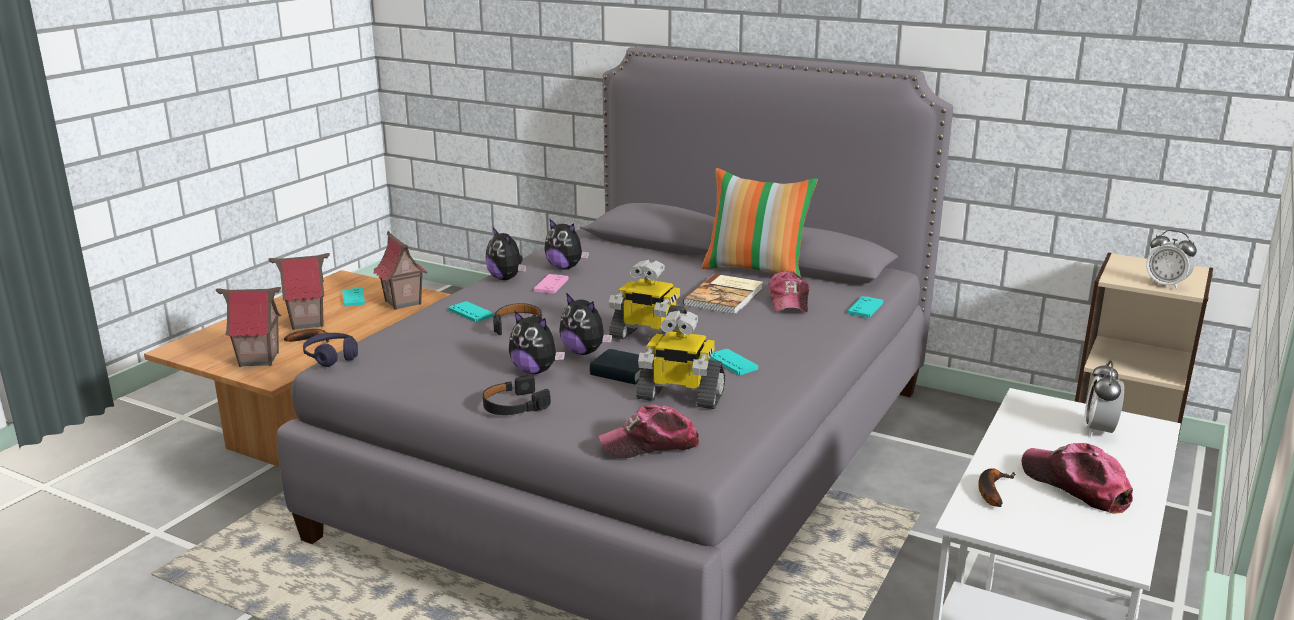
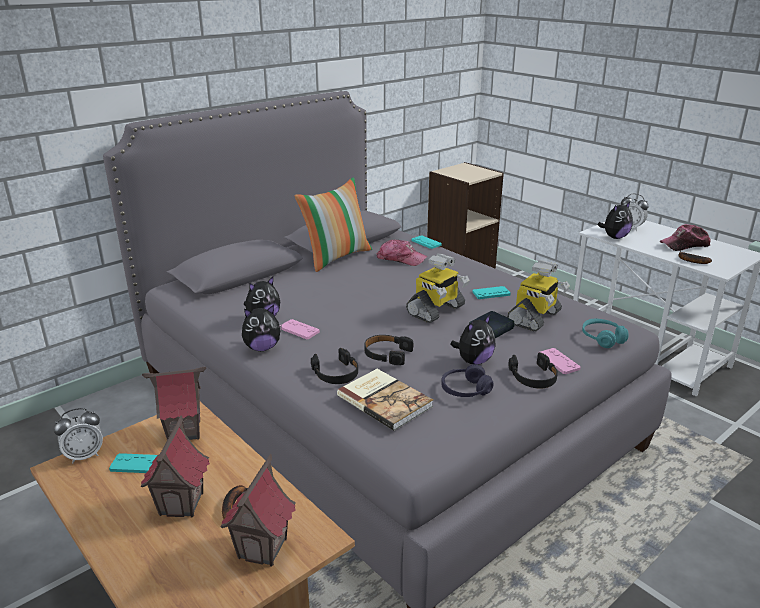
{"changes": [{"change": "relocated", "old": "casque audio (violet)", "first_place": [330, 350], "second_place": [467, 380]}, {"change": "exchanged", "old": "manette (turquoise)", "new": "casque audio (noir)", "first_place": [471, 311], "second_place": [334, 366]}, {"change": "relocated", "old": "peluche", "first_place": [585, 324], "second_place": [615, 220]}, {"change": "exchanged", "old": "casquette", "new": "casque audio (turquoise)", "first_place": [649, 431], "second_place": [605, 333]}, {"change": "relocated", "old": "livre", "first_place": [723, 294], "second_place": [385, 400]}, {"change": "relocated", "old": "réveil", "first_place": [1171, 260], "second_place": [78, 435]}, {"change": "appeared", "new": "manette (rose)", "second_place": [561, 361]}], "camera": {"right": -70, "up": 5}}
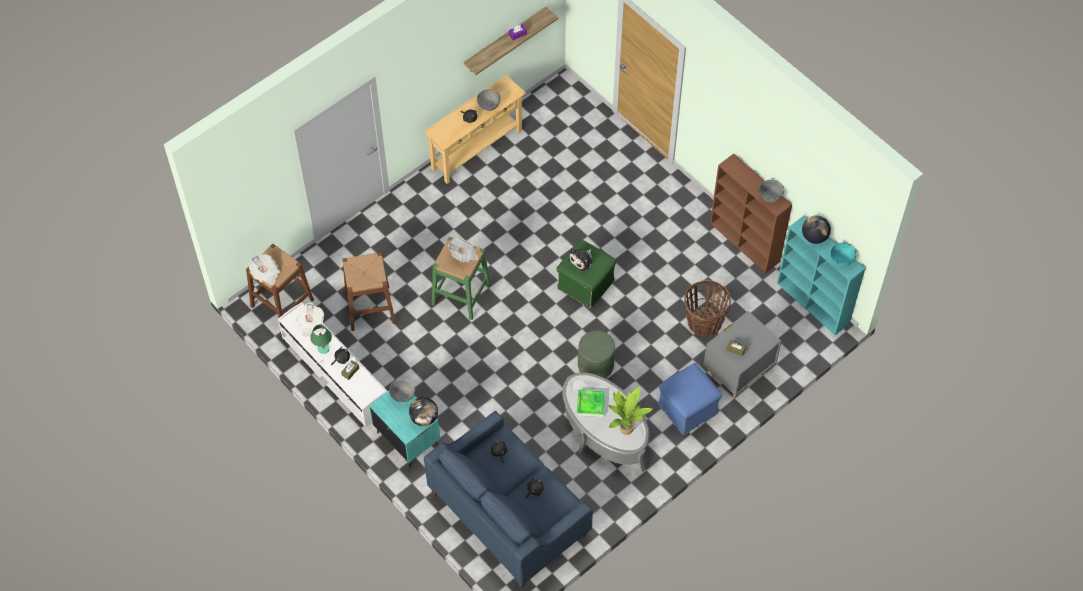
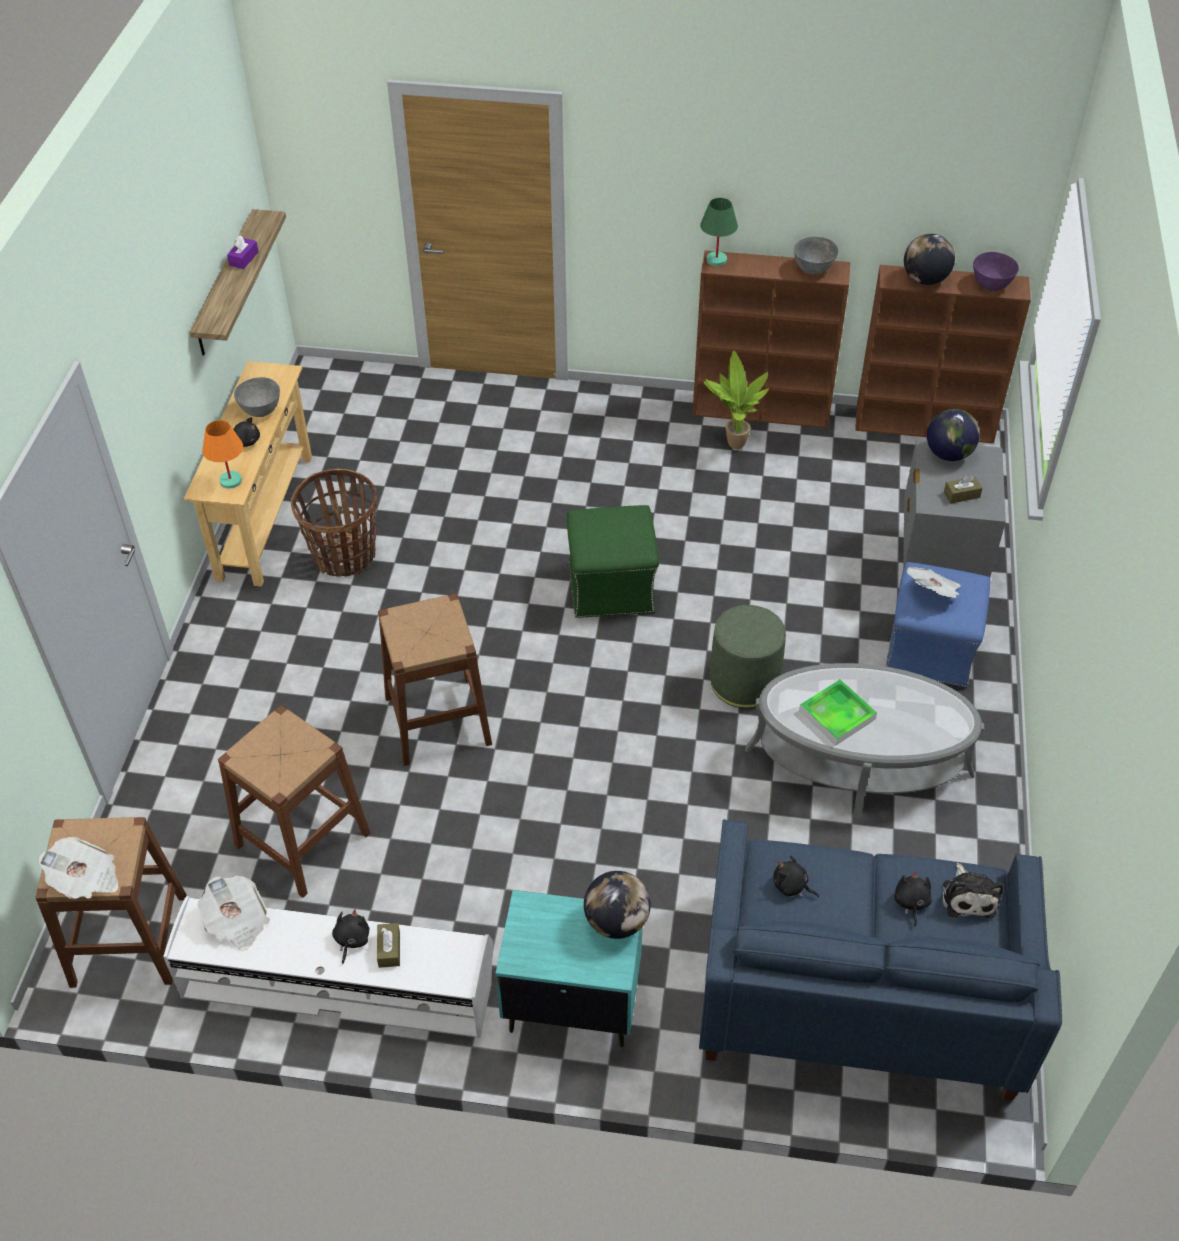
{"changes": [{"change": "relocated", "old": "lampe de table (vert)", "first_place": [321, 339], "second_place": [719, 232]}, {"change": "missing", "old": "bol (gris)", "first_place": [402, 391]}, {"change": "colour", "old": "tabouret (vert)", "new": "tabouret (marron)", "first_place": [461, 278], "second_place": [435, 680]}, {"change": "relocated", "old": "journal", "first_place": [463, 250], "second_place": [934, 582]}, {"change": "relocated", "old": "peluche", "first_place": [580, 259], "second_place": [973, 890]}, {"change": "relocated", "old": "plante en pot", "first_place": [630, 411], "second_place": [736, 400]}, {"change": "relocated", "old": "panier", "first_place": [708, 308], "second_place": [334, 522]}, {"change": "colour", "old": "bibliothèque (turquoise)", "new": "bibliothèque (marron)", "first_place": [821, 275], "second_place": [943, 354]}, {"change": "colour", "old": "bol (turquoise)", "new": "bol (violet)", "first_place": [843, 254], "second_place": [996, 271]}, {"change": "appeared", "new": "lampe de table (orange)", "second_place": [222, 454]}, {"change": "appeared", "new": "globe", "second_place": [953, 435]}], "camera": {"right": -40, "up": -10}}
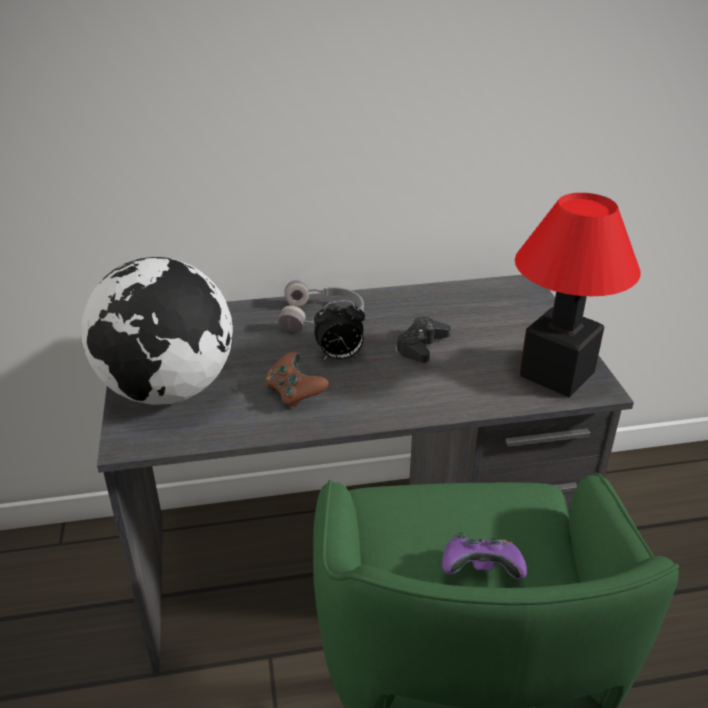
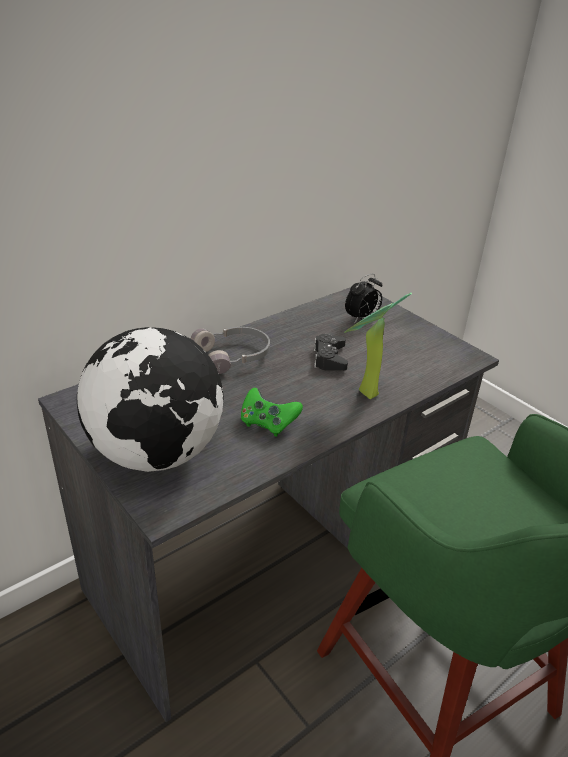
{"changes": [{"change": "colour", "old": "manette (marron)", "new": "manette (vert)", "first_place": [297, 380], "second_place": [272, 412]}, {"change": "relocated", "old": "réveil", "first_place": [339, 330], "second_place": [363, 298]}, {"change": "missing", "old": "manette (violet)", "first_place": [484, 555]}, {"change": "missing", "old": "lampe de table", "first_place": [577, 295]}, {"change": "appeared", "new": "plante en pot", "second_place": [378, 346]}], "camera": {"right": -30, "up": 0}}
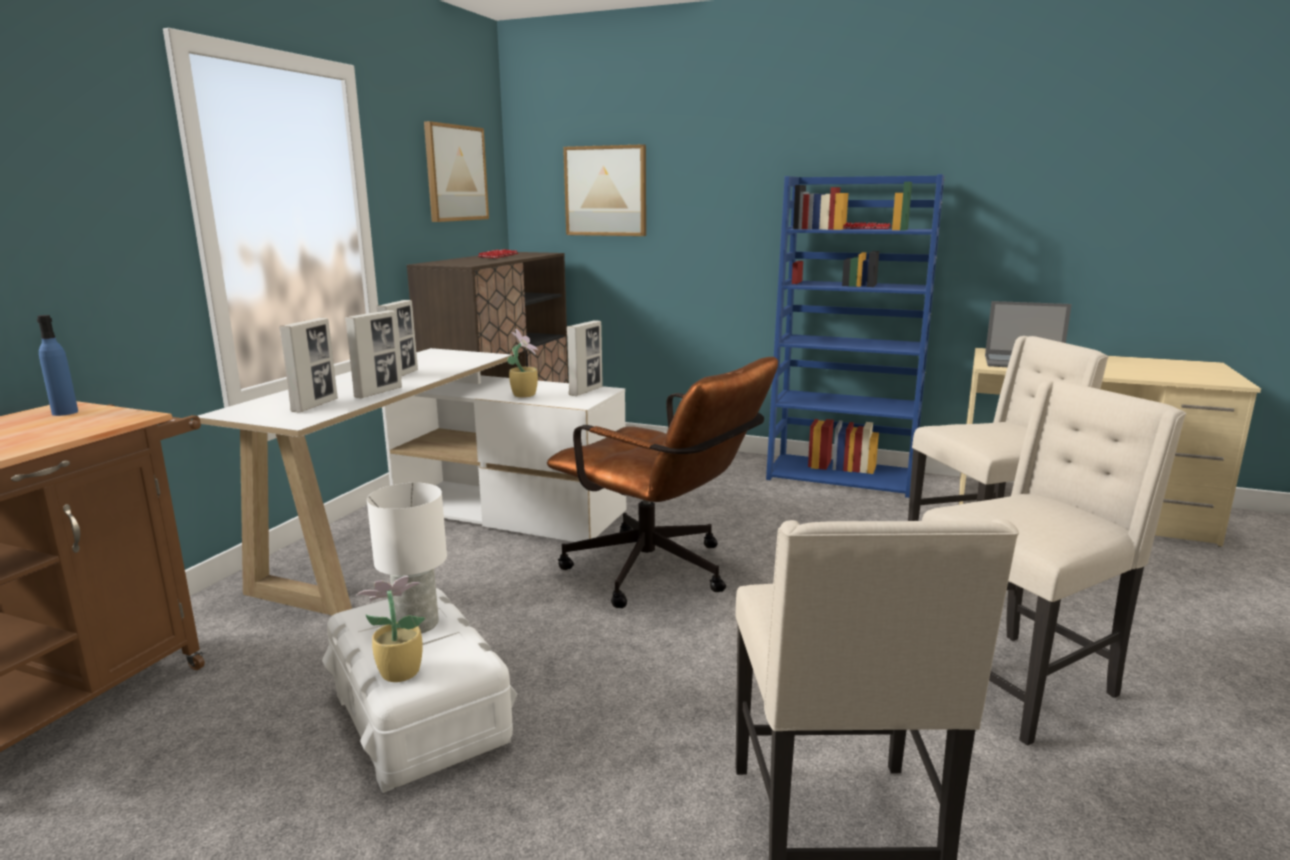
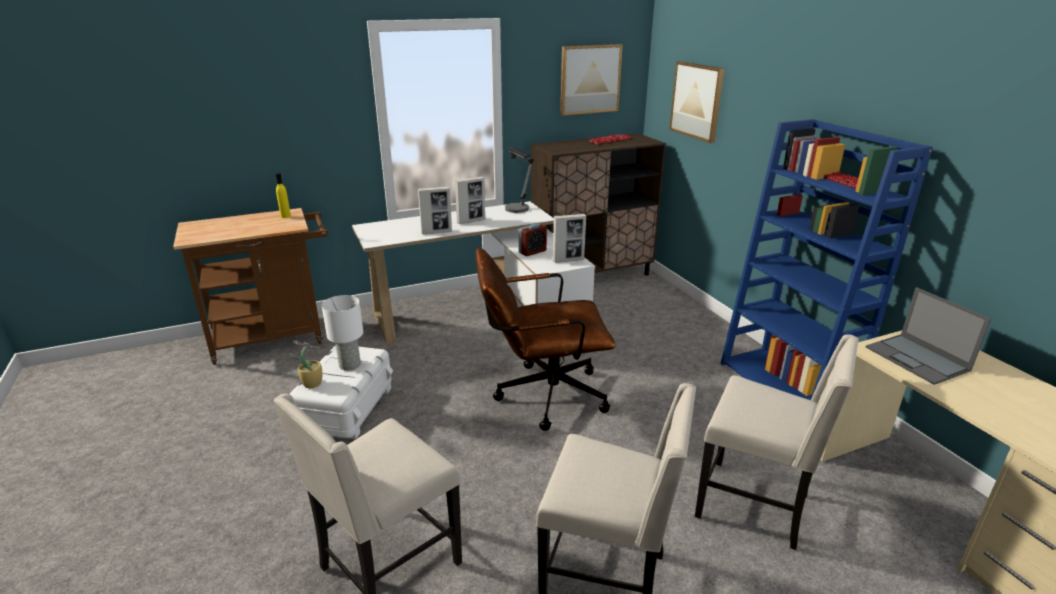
{"changes": [{"change": "colour", "old": "bouteille (bleu)", "new": "bouteille (jaune)", "first_place": [57, 365], "second_place": [283, 195]}, {"change": "missing", "old": "cadre photo", "first_place": [308, 365]}, {"change": "exchanged", "old": "plante en pot", "new": "réveil", "first_place": [522, 363], "second_place": [533, 239]}, {"change": "spun", "old": "chaise de bureau (marron)", "first_place": [662, 482], "second_place": [545, 339], "degrees": 90}, {"change": "appeared", "new": "lampe de table", "second_place": [519, 180]}], "camera": {"right": 45, "up": 10}}
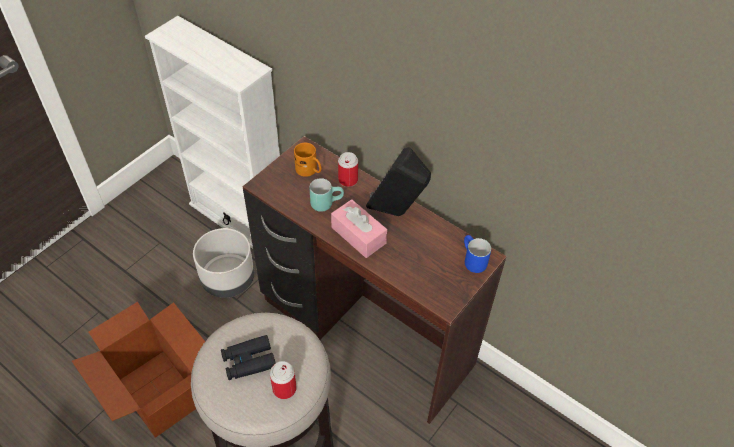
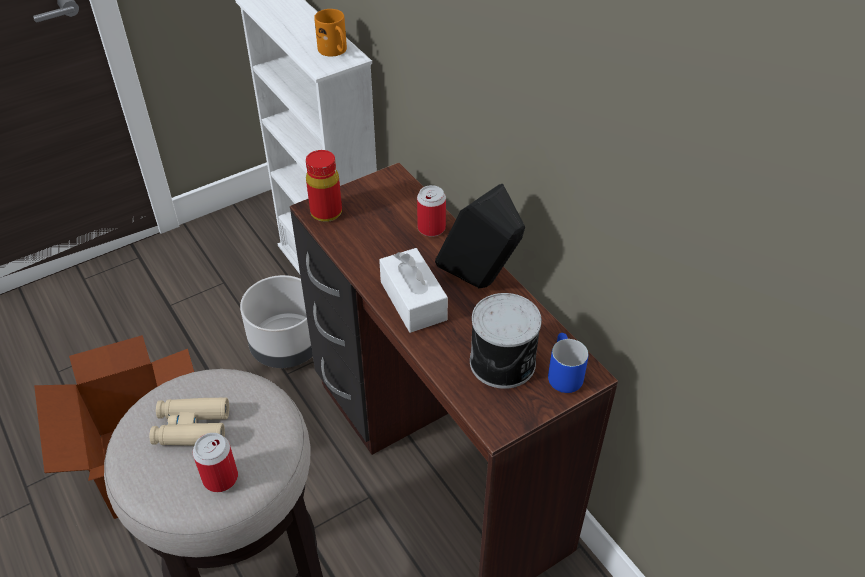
{"changes": [{"change": "colour", "old": "jumelles (noir)", "new": "jumelles (beige)", "first_place": [248, 357], "second_place": [189, 421]}, {"change": "relocated", "old": "mug (orange)", "first_place": [308, 160], "second_place": [330, 33]}, {"change": "missing", "old": "mug (turquoise)", "first_place": [327, 195]}, {"change": "colour", "old": "boîte à mouchoirs (rose)", "new": "boîte à mouchoirs (blanc)", "first_place": [359, 228], "second_place": [413, 290]}, {"change": "appeared", "new": "bouteille (rouge)", "second_place": [324, 186]}, {"change": "appeared", "new": "boîte métallique", "second_place": [506, 341]}], "camera": {"right": 20, "up": -5}}
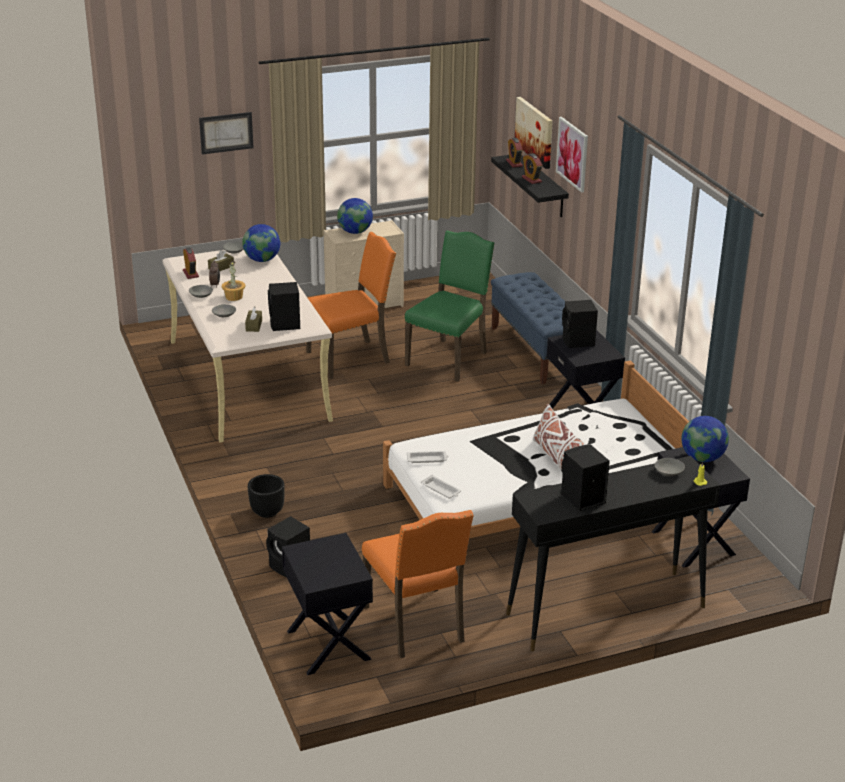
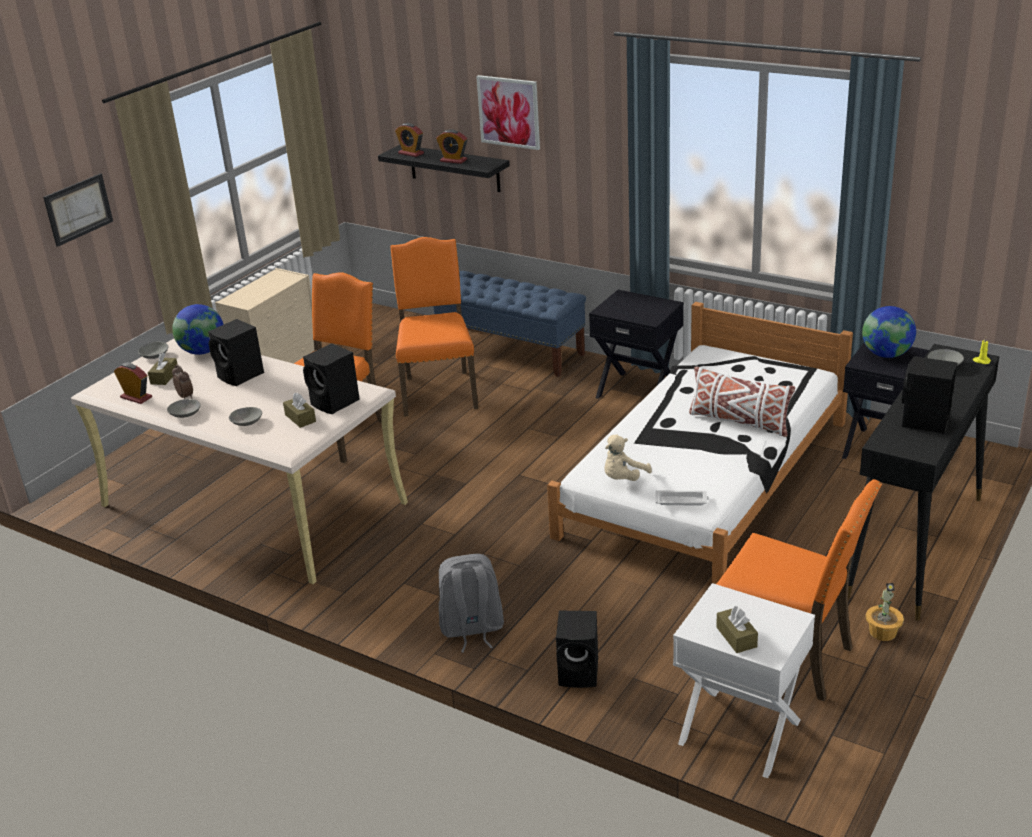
{"changes": [{"change": "relocated", "old": "plante en pot", "first_place": [233, 281], "second_place": [885, 612]}, {"change": "exchanged", "old": "cache-pot (noir)", "new": "sac à dos (gris)", "first_place": [266, 496], "second_place": [471, 603]}, {"change": "colour", "old": "table de chevet (noir)", "new": "table de chevet (blanc)", "first_place": [327, 604], "second_place": [744, 680]}, {"change": "missing", "old": "globe", "first_place": [355, 216]}, {"change": "colour", "old": "chaise (vert)", "new": "chaise (orange)", "first_place": [449, 306], "second_place": [434, 327]}, {"change": "exchanged", "old": "plateau (blanc)", "new": "peluche (beige)", "first_place": [427, 457], "second_place": [628, 457]}, {"change": "missing", "old": "tableau", "first_place": [534, 133]}, {"change": "relocated", "old": "enceinte (noir)", "first_place": [580, 324], "second_place": [236, 352]}, {"change": "appeared", "new": "boîte à mouchoirs (marron)", "second_place": [737, 629]}], "camera": {"right": -35, "up": 0}}
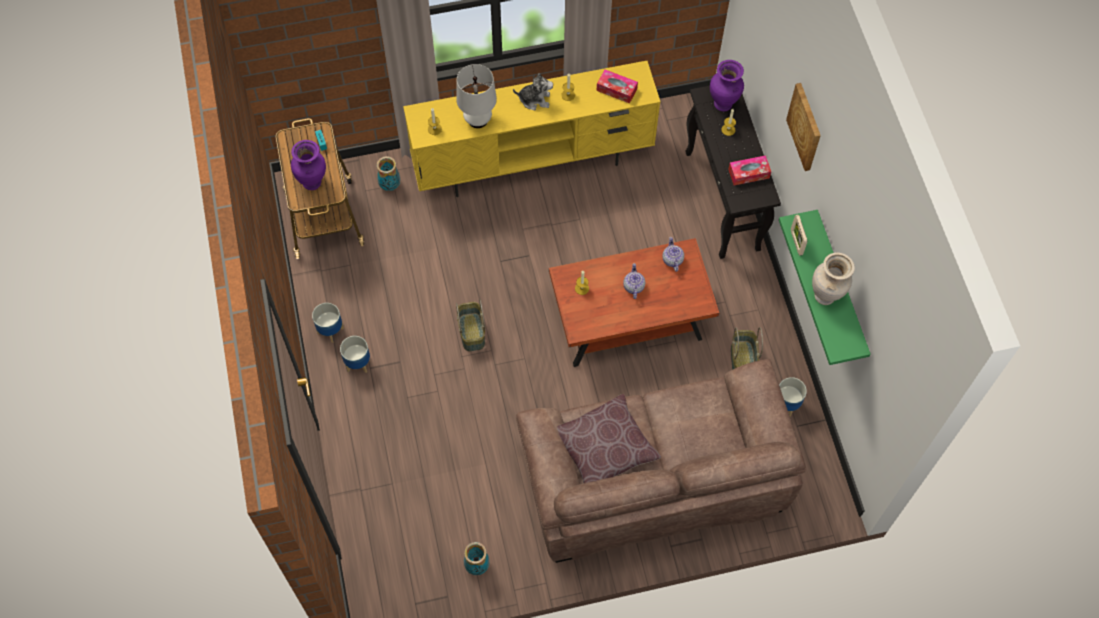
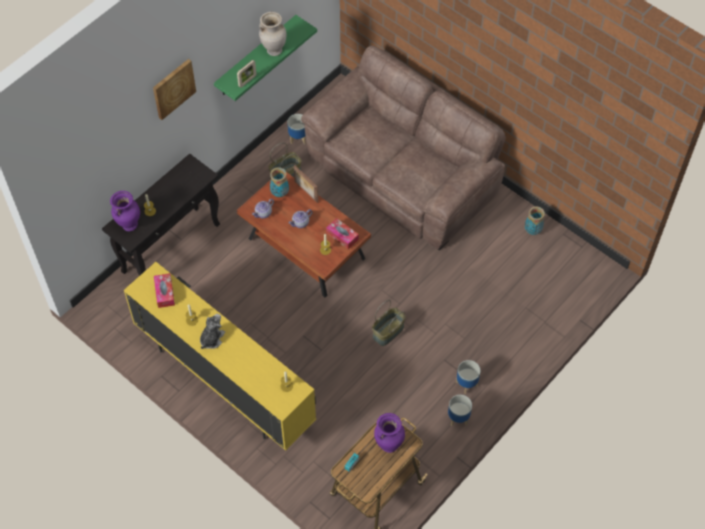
{"changes": [{"change": "relocated", "old": "vase", "first_place": [388, 173], "second_place": [279, 182]}, {"change": "missing", "old": "lampe de table (blanc)", "first_place": [476, 96]}, {"change": "spun", "old": "peluche", "first_place": [533, 91], "second_place": [212, 331], "degrees": 60}, {"change": "missing", "old": "coussin (marron)", "first_place": [609, 438]}, {"change": "relocated", "old": "boîte à mouchoirs", "first_place": [749, 170], "second_place": [342, 233]}, {"change": "appeared", "new": "cadre photo", "second_place": [306, 184]}], "camera": {"right": -125, "up": -5}}
